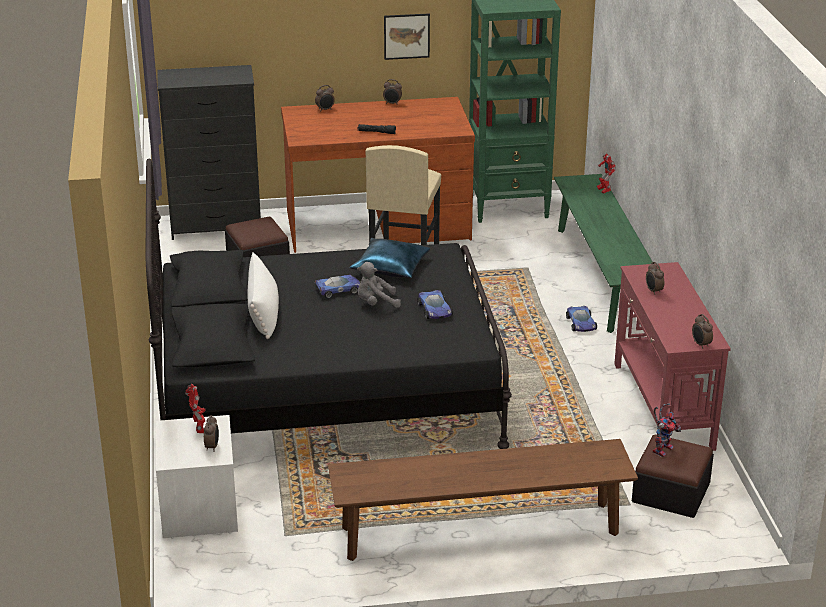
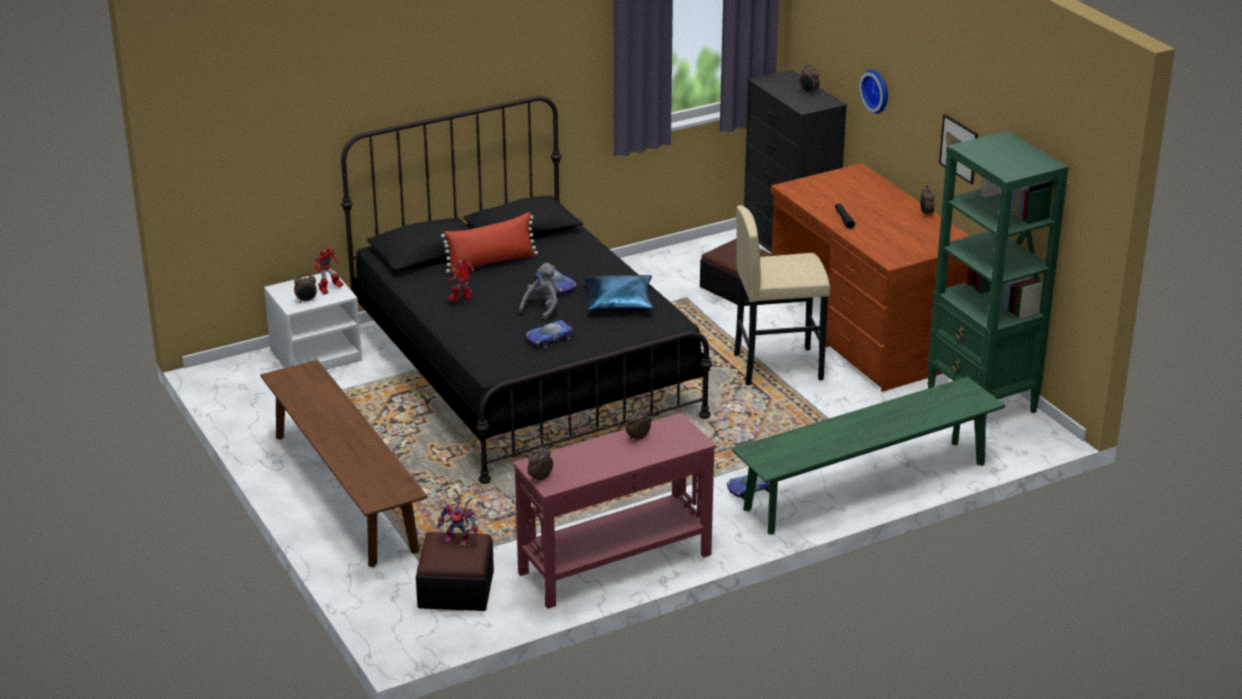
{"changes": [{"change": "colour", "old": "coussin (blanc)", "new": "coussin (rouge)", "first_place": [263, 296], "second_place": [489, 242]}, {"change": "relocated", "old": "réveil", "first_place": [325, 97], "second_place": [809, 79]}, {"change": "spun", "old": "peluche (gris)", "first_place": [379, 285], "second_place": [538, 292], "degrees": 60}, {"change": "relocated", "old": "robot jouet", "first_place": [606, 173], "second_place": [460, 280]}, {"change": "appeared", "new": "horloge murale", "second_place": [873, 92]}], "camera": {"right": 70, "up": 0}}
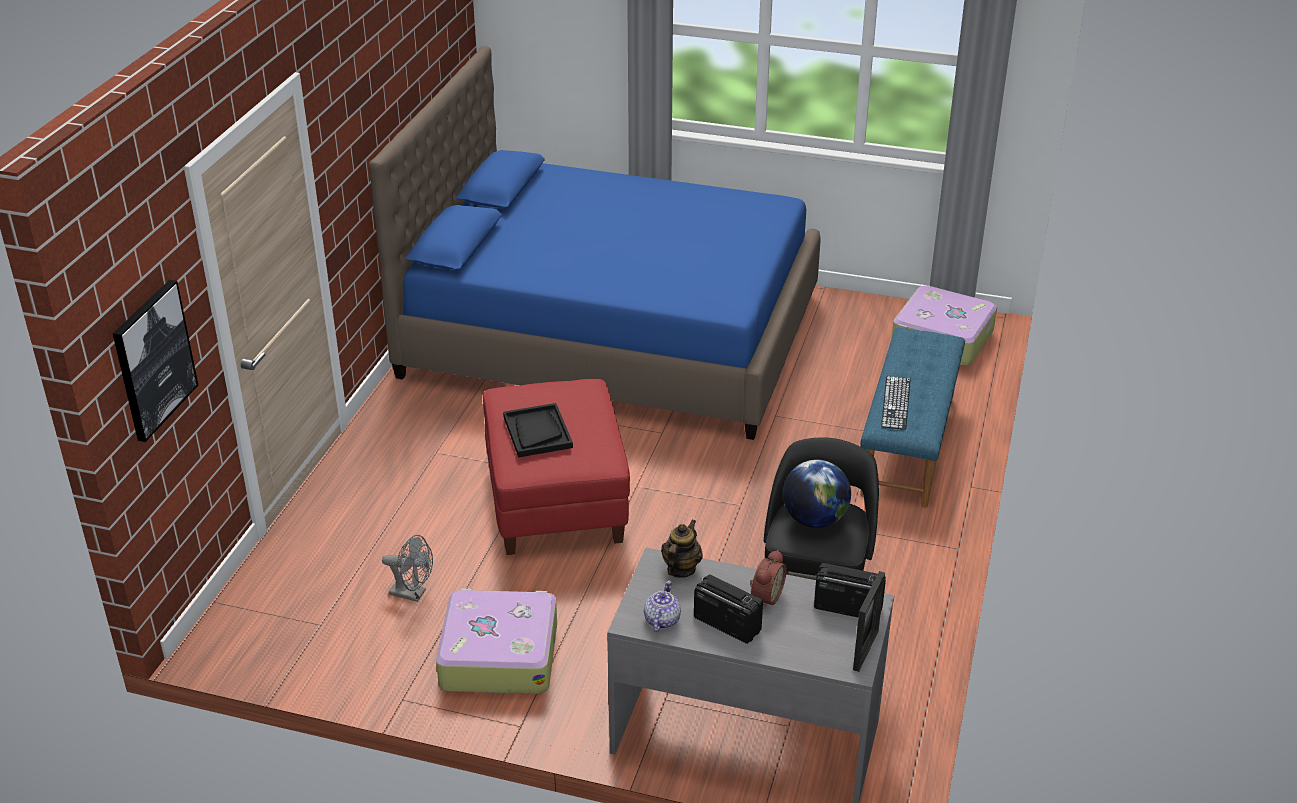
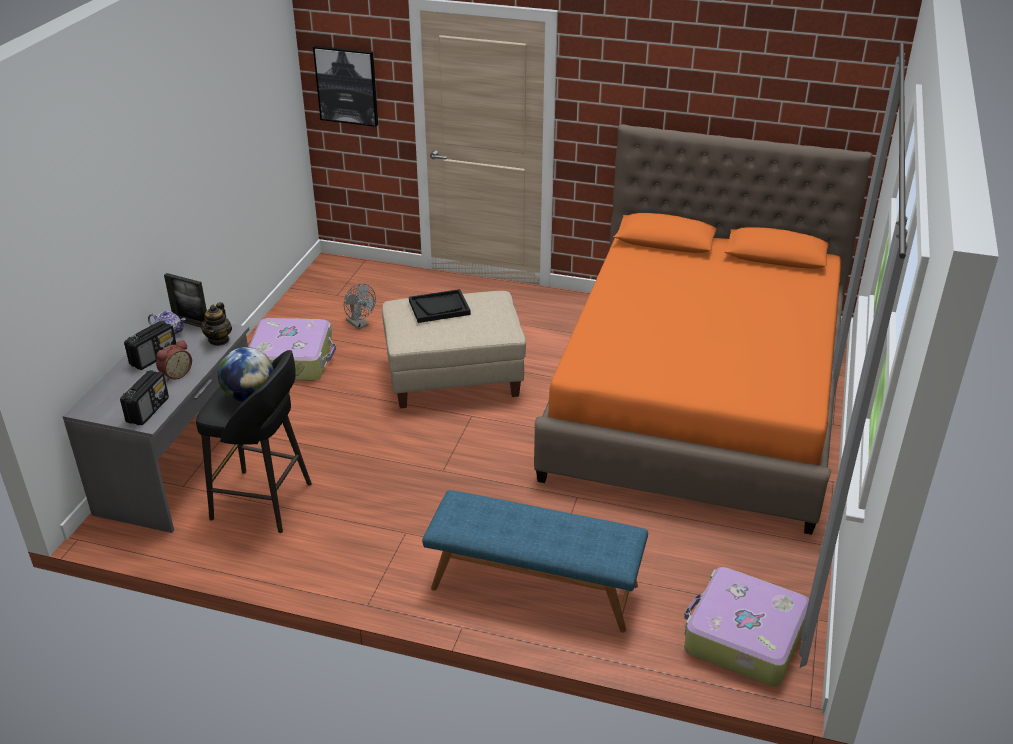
{"changes": [{"change": "colour", "old": "lit (bleu)", "new": "lit (orange)", "first_place": [595, 243], "second_place": [703, 329]}, {"change": "spun", "old": "ventilateur (gris)", "first_place": [407, 568], "second_place": [360, 307], "degrees": -60}, {"change": "colour", "old": "pouf (rouge)", "new": "pouf (beige)", "first_place": [556, 467], "second_place": [454, 349]}, {"change": "spun", "old": "théière", "first_place": [682, 548], "second_place": [216, 324], "degrees": 75}, {"change": "spun", "old": "réveil", "first_place": [768, 579], "second_place": [174, 360], "degrees": -75}, {"change": "relocated", "old": "cadre photo", "first_place": [869, 621], "second_place": [185, 300]}, {"change": "missing", "old": "clavier", "first_place": [896, 403]}], "camera": {"right": 90, "up": 0}}
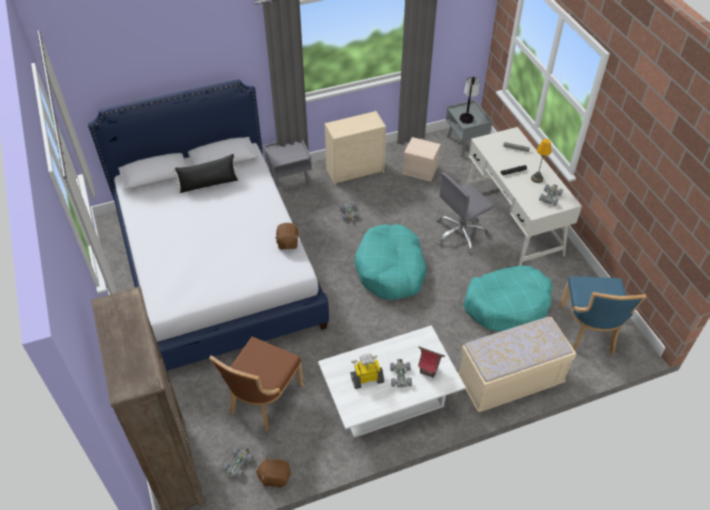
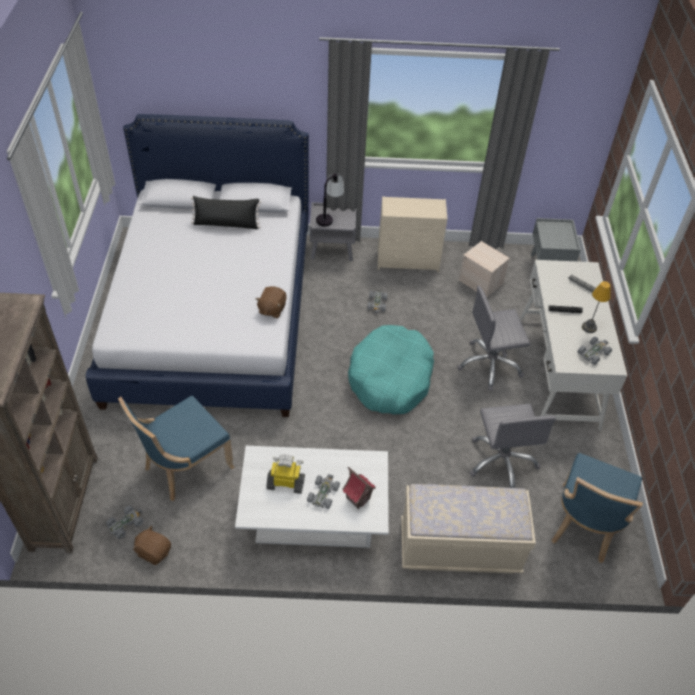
{"changes": [{"change": "colour", "old": "chaise (marron)", "new": "chaise (bleu)", "first_place": [257, 384], "second_place": [176, 448]}, {"change": "relocated", "old": "lampe de table", "first_place": [470, 100], "second_place": [330, 200]}, {"change": "exchanged", "old": "panier pour chien (turquoise)", "new": "chaise de bureau (gris)", "first_place": [507, 298], "second_place": [513, 446]}], "camera": {"right": 20, "up": 0}}
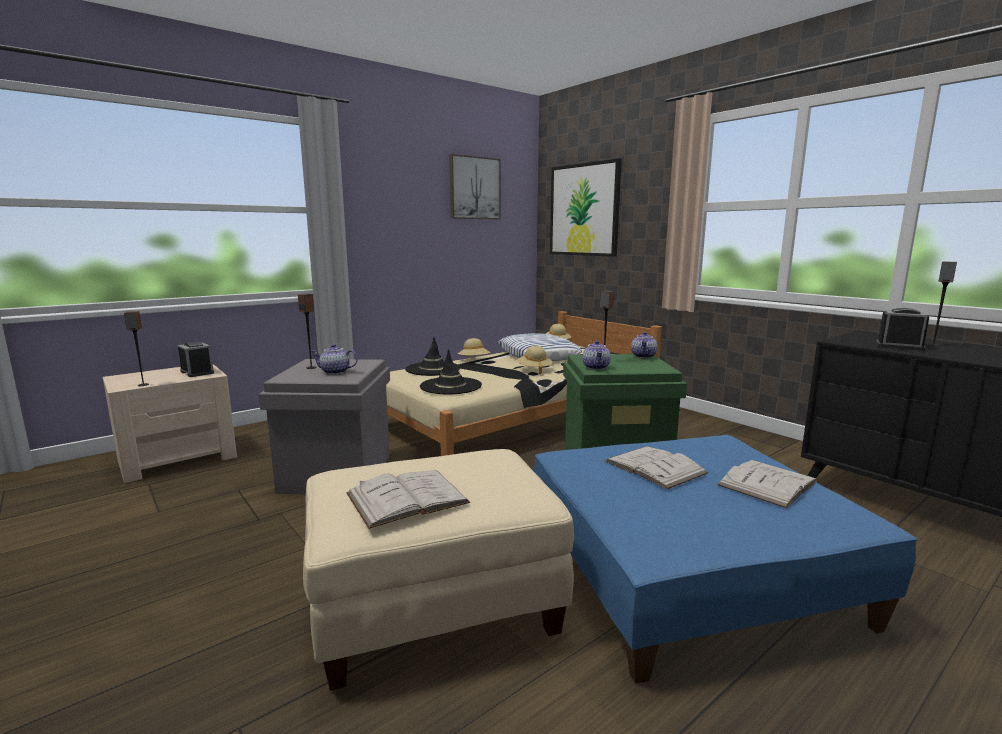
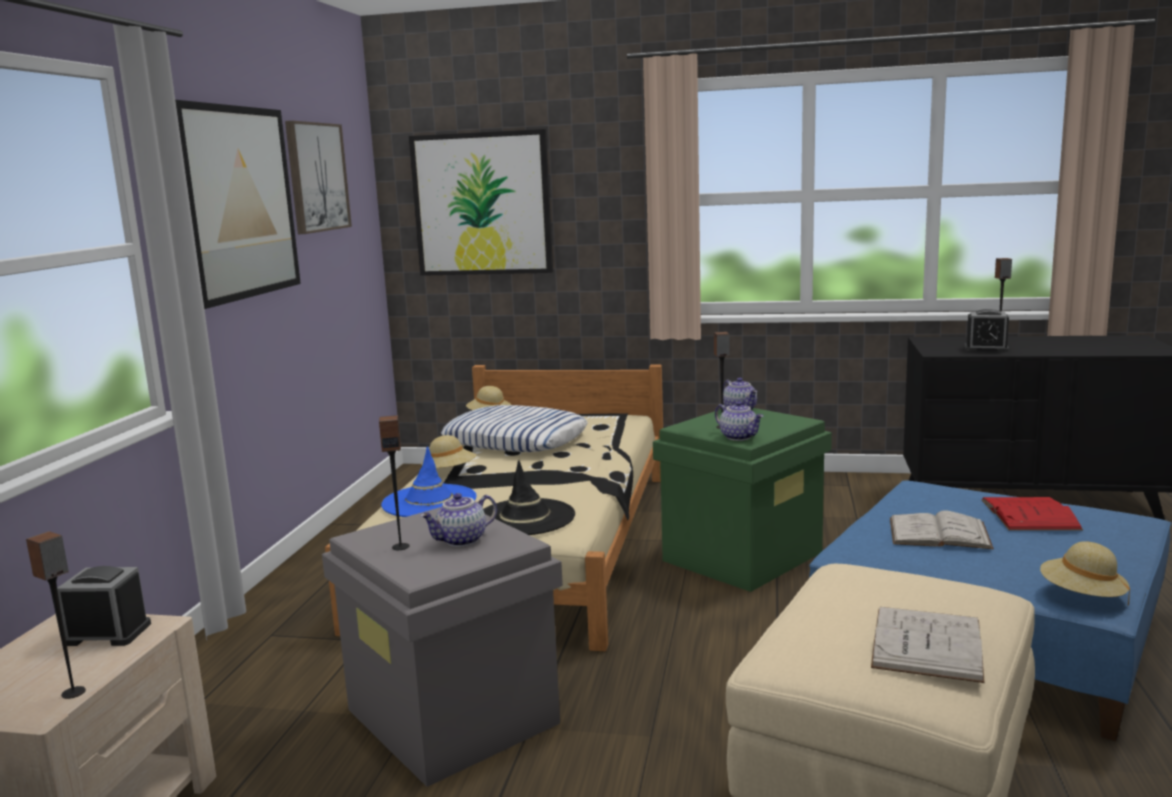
{"changes": [{"change": "colour", "old": "chapeau (noir)", "new": "chapeau (bleu)", "first_place": [433, 356], "second_place": [429, 481]}, {"change": "relocated", "old": "chapeau (beige)", "first_place": [535, 360], "second_place": [1085, 573]}, {"change": "colour", "old": "livre (blanc)", "new": "livre (rouge)", "first_place": [767, 484], "second_place": [1032, 514]}, {"change": "spun", "old": "réveil", "first_place": [902, 329], "second_place": [987, 330], "degrees": -150}, {"change": "appeared", "new": "tableau", "second_place": [238, 204]}], "camera": {"right": -40, "up": 0}}
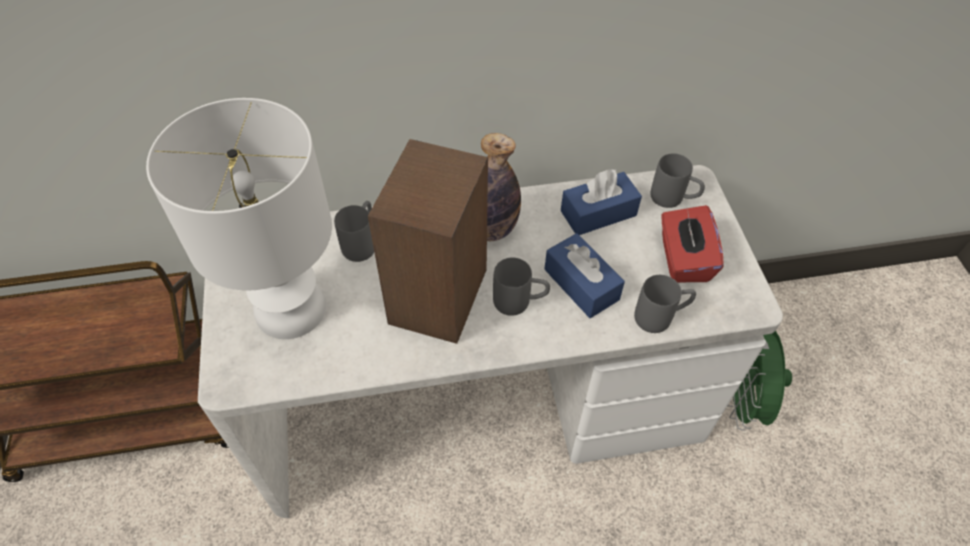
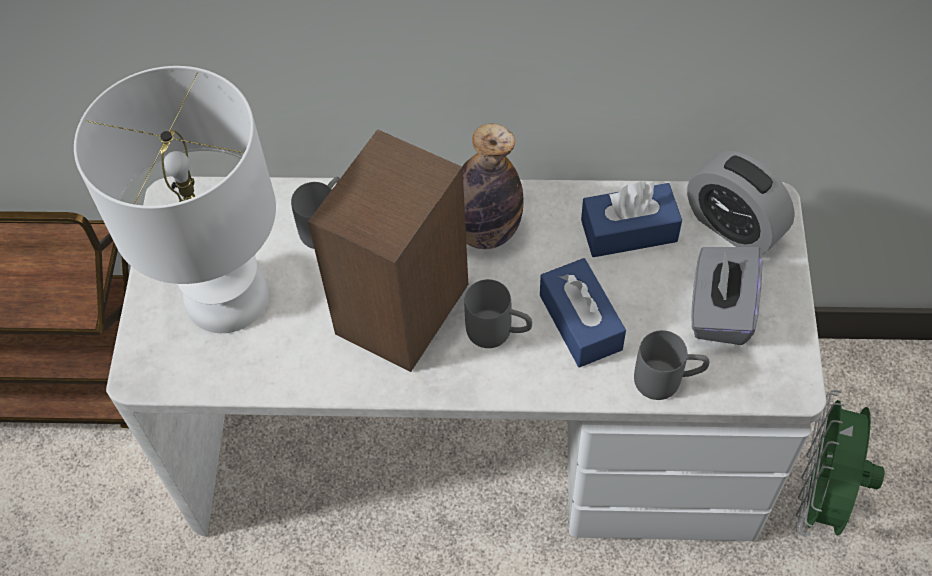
{"changes": [{"change": "exchanged", "old": "mug (gris)", "new": "réveil", "first_place": [677, 180], "second_place": [741, 202]}, {"change": "colour", "old": "boîte à mouchoirs (rouge)", "new": "boîte à mouchoirs (gris)", "first_place": [692, 243], "second_place": [726, 296]}], "camera": {"right": 15, "up": 5}}
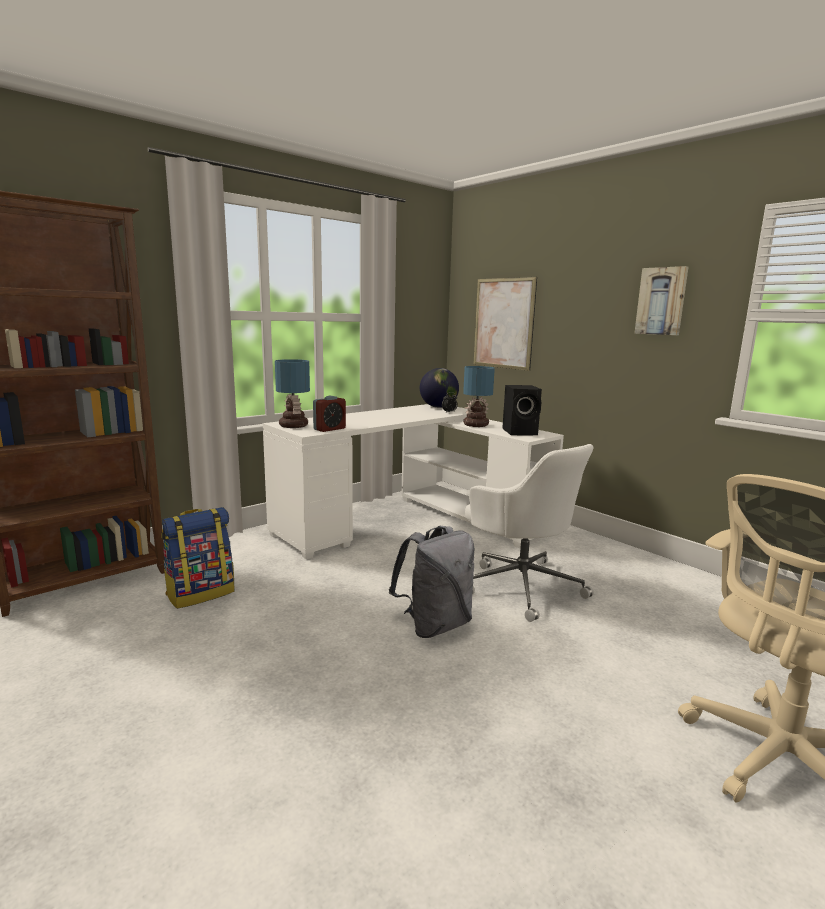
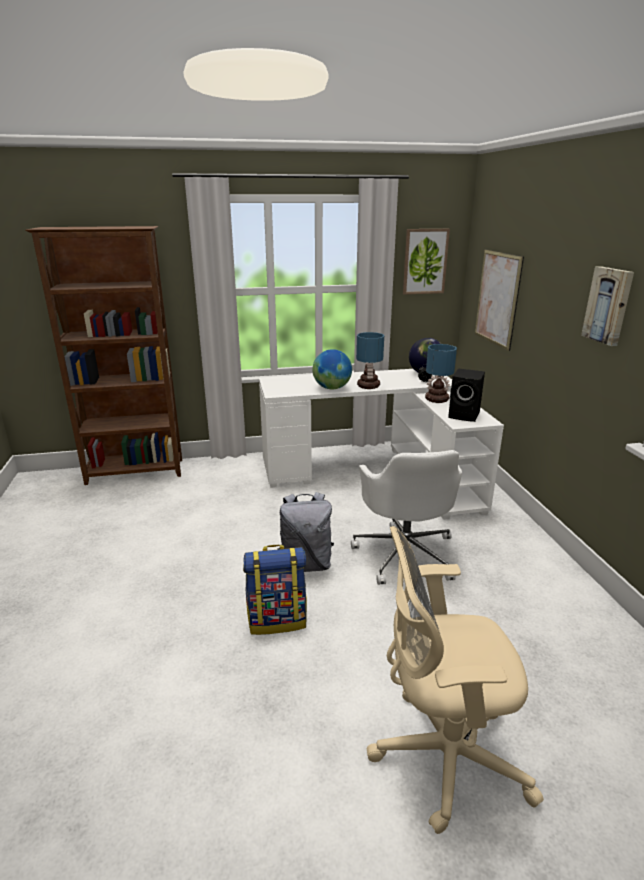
{"changes": [{"change": "relocated", "old": "sac à dos", "first_place": [197, 558], "second_place": [275, 590]}, {"change": "relocated", "old": "lampe de table", "first_place": [292, 393], "second_place": [370, 360]}, {"change": "missing", "old": "réveil", "first_place": [329, 414]}, {"change": "appeared", "new": "globe", "second_place": [332, 369]}, {"change": "appeared", "new": "tableau", "second_place": [426, 262]}], "camera": {"right": 30, "up": 10}}
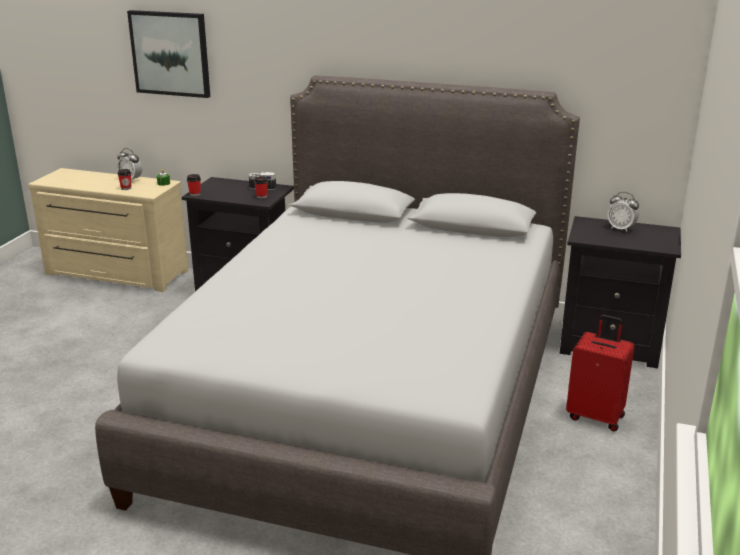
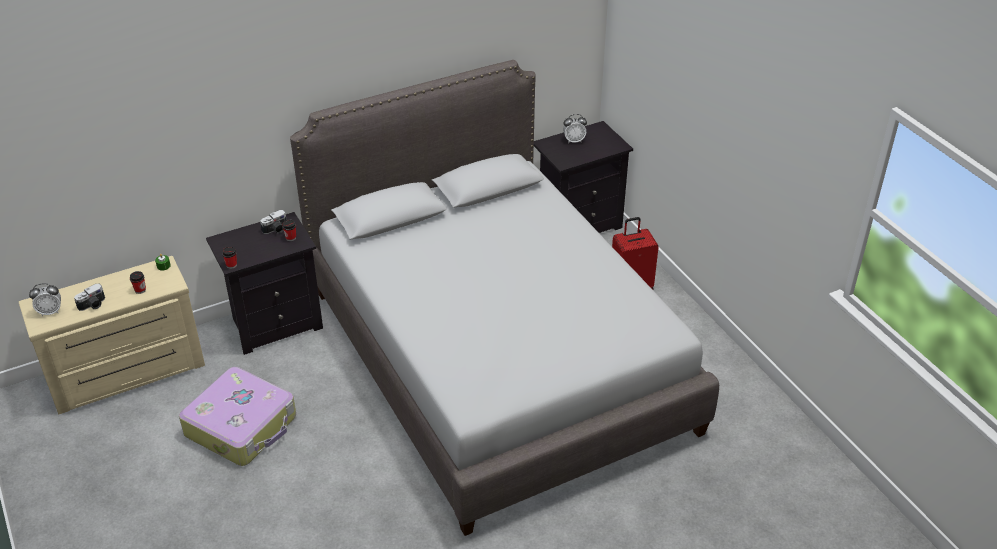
{"changes": [{"change": "relocated", "old": "réveil", "first_place": [129, 165], "second_place": [45, 299]}, {"change": "missing", "old": "tableau", "first_place": [168, 54]}, {"change": "appeared", "new": "appareil photo", "second_place": [89, 297]}, {"change": "appeared", "new": "valise", "second_place": [237, 416]}], "camera": {"right": -45, "up": 15}}
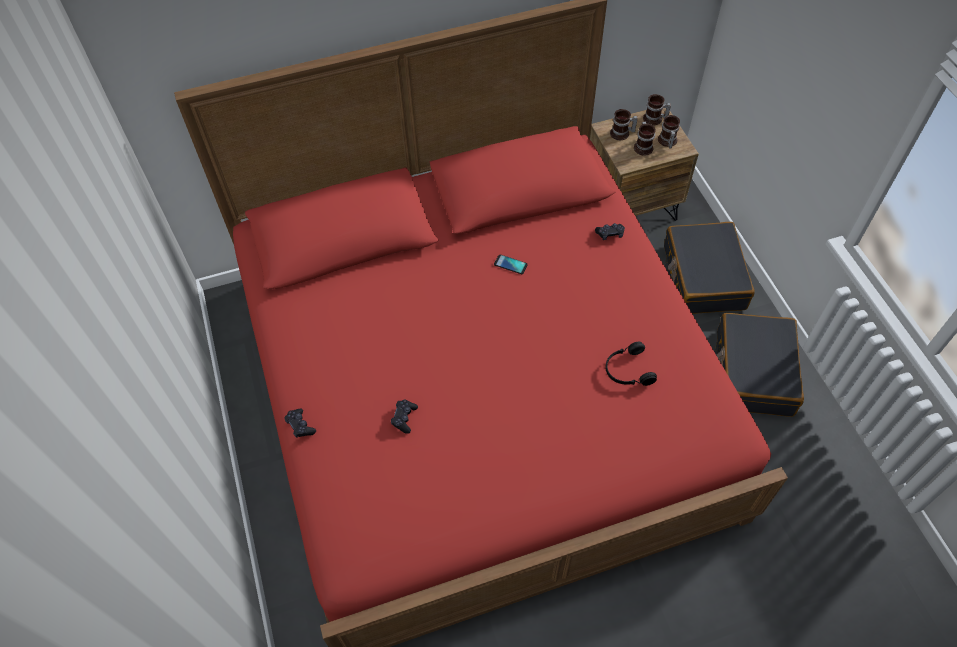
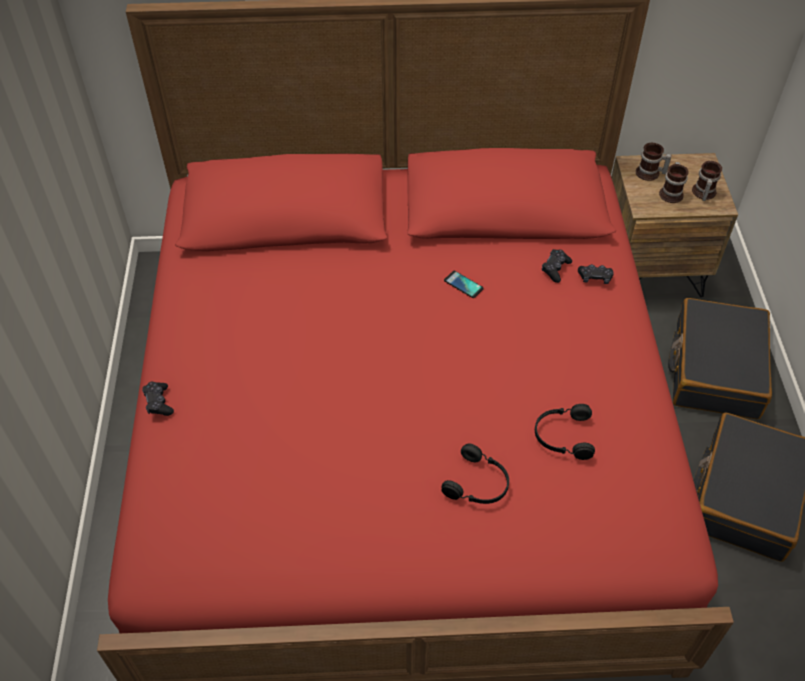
{"changes": [{"change": "relocated", "old": "manette (noir)", "first_place": [404, 417], "second_place": [557, 266]}, {"change": "missing", "old": "mug", "first_place": [657, 109]}, {"change": "appeared", "new": "casque audio (noir)", "second_place": [475, 473]}], "camera": {"right": 15, "up": -5}}
